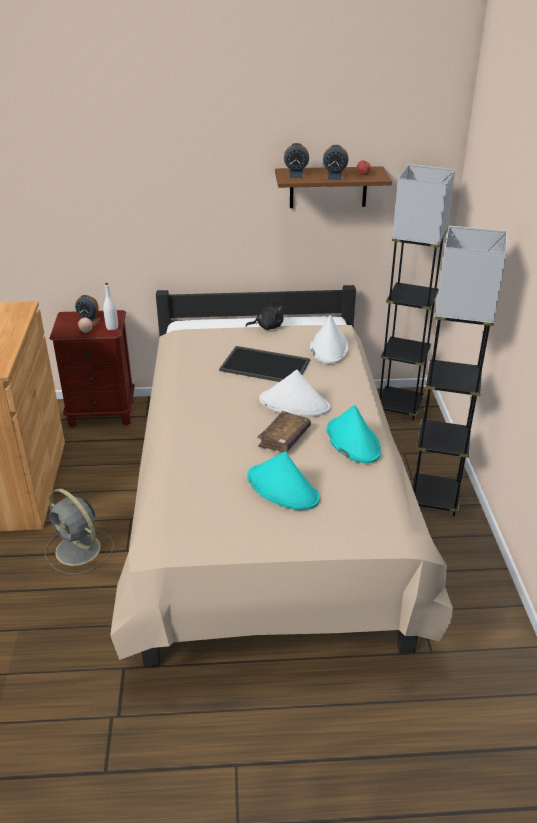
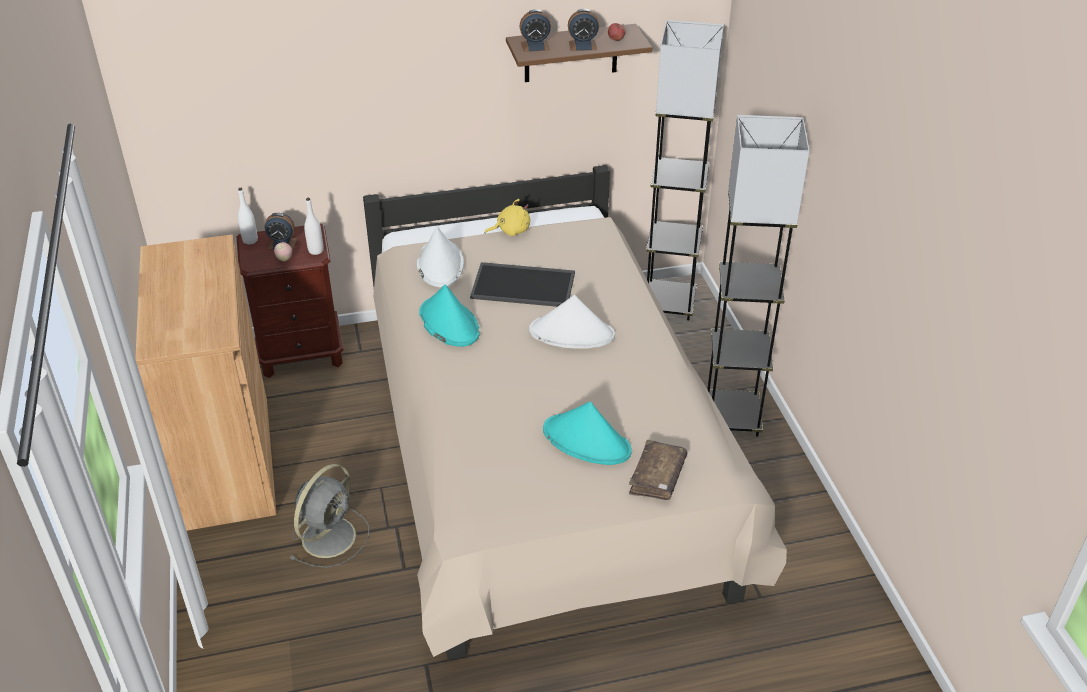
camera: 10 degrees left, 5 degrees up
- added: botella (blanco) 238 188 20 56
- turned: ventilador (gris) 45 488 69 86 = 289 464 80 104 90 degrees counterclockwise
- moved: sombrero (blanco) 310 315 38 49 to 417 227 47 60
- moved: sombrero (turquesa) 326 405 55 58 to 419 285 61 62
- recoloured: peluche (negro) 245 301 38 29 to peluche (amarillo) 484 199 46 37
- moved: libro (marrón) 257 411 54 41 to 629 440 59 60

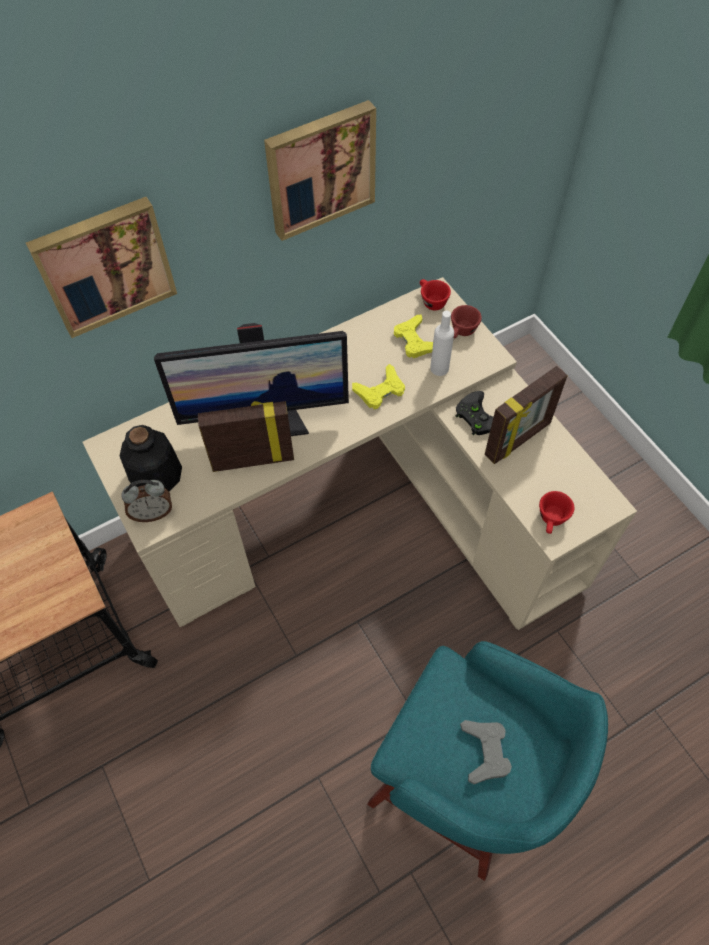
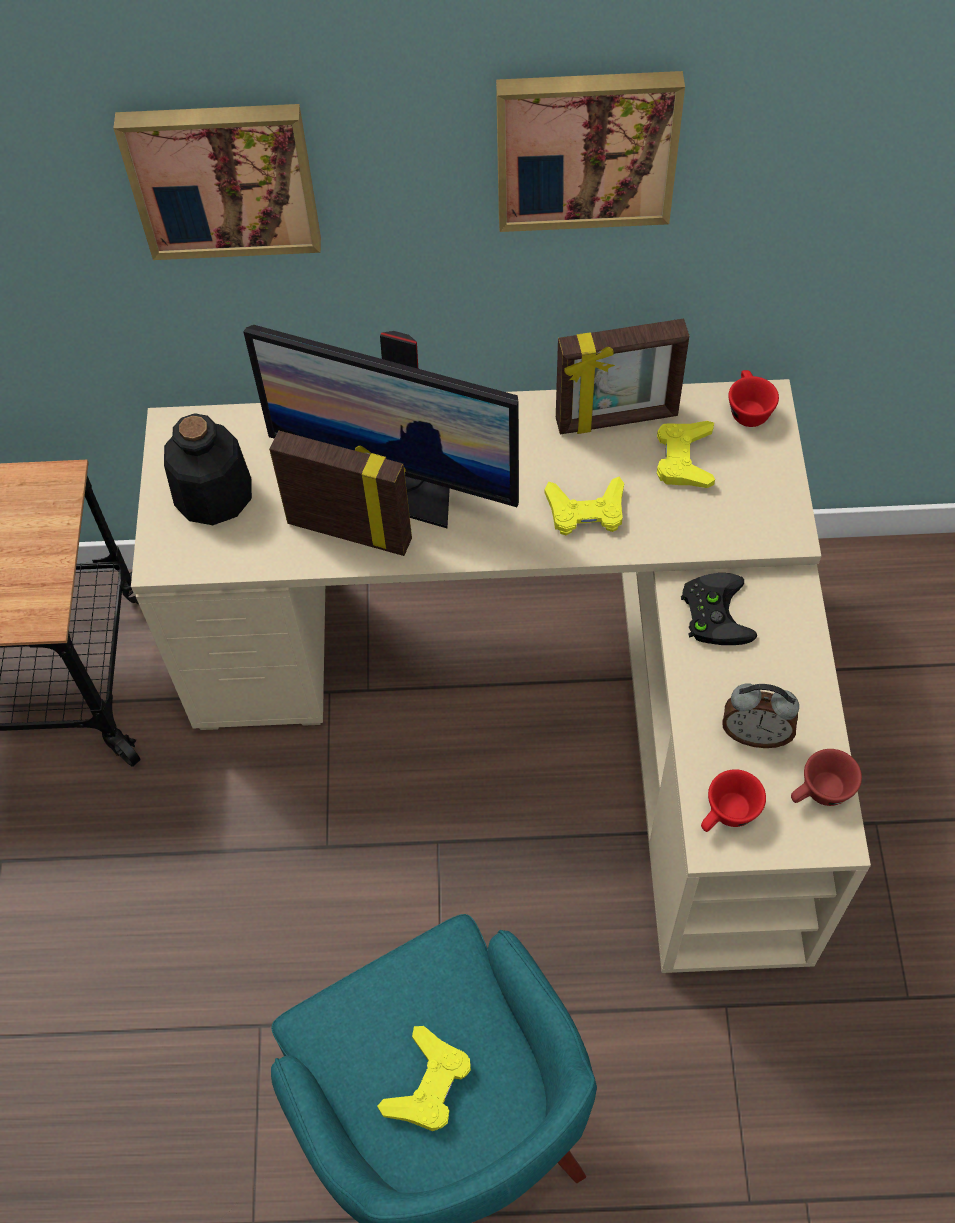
camera: 30 degrees right, 0 degrees up
- recoloured: mando de consola (gris) 460 720 52 64 to mando de consola (amarillo) 377 1026 94 105
- moved: portarretratos 485 366 83 98 to 556 319 133 115
- moved: despertador 121 480 51 42 to 722 683 77 65
- moved: taza (rojo) 451 305 31 34 to 791 749 71 57
- removed: botella (blanco) 430 311 24 65

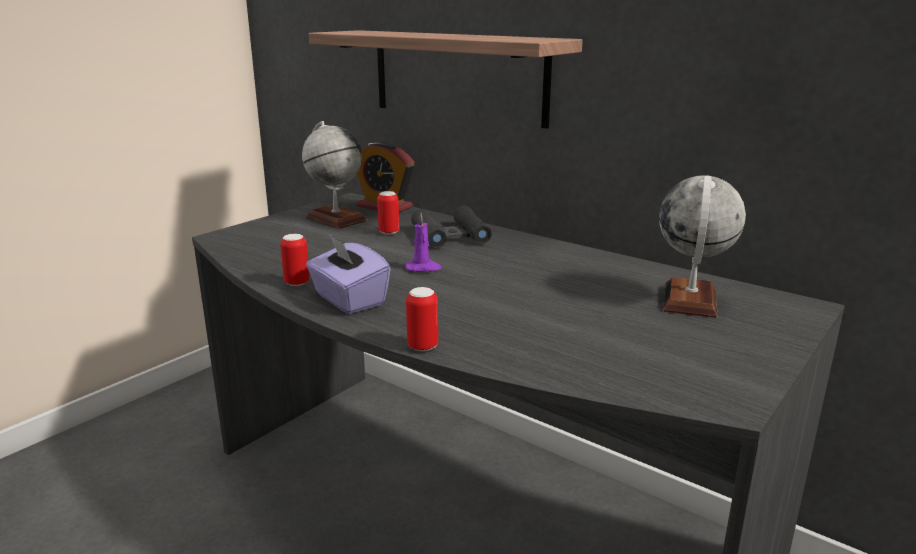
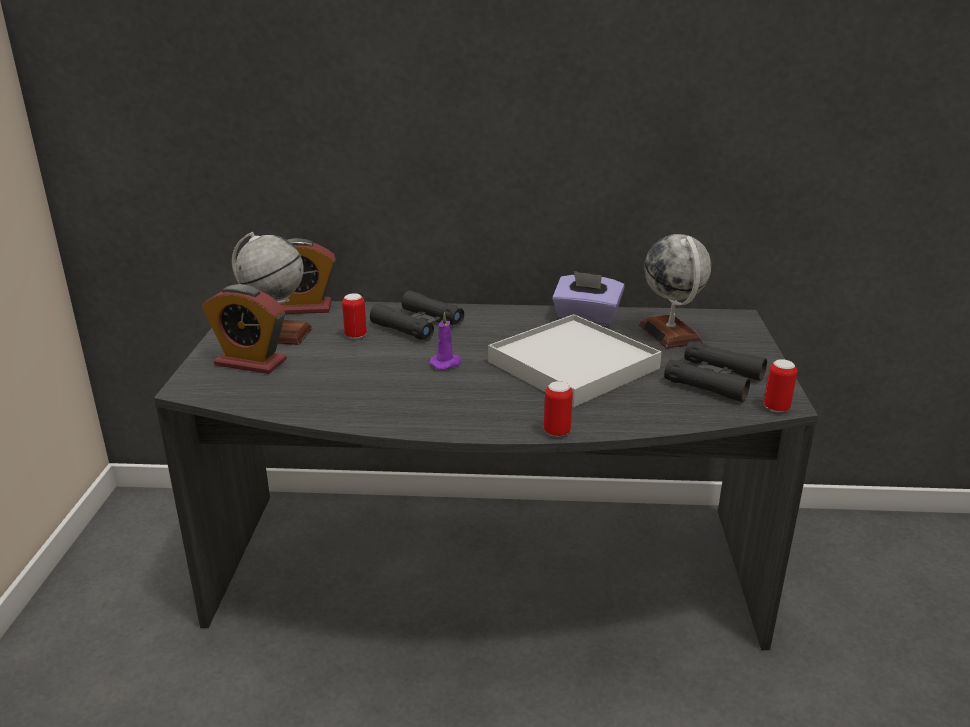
camera: 35 degrees left, 5 degrees up
- added: despertador 202 284 85 90
- added: bandeja (blanco) 488 314 174 93
- moved: caja de pañuelos (morado) 306 236 85 78 to 552 271 73 55
- added: prismáticos (negro) 664 341 103 61
- moved: lata 280 234 30 52 to 764 359 33 53
- removed: estante 309 30 274 99

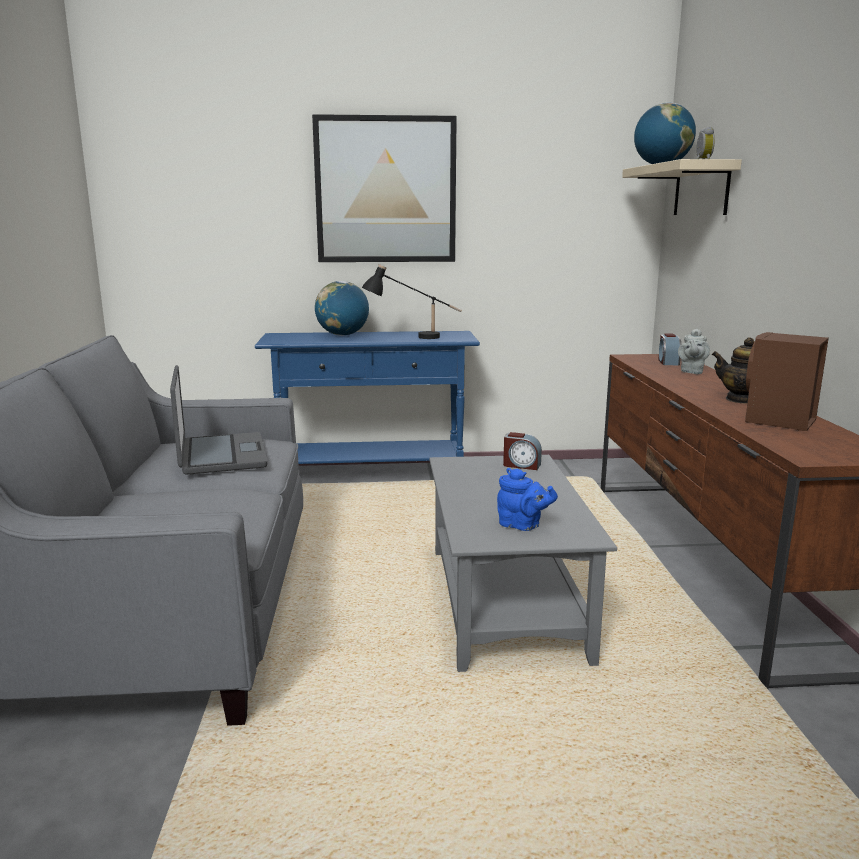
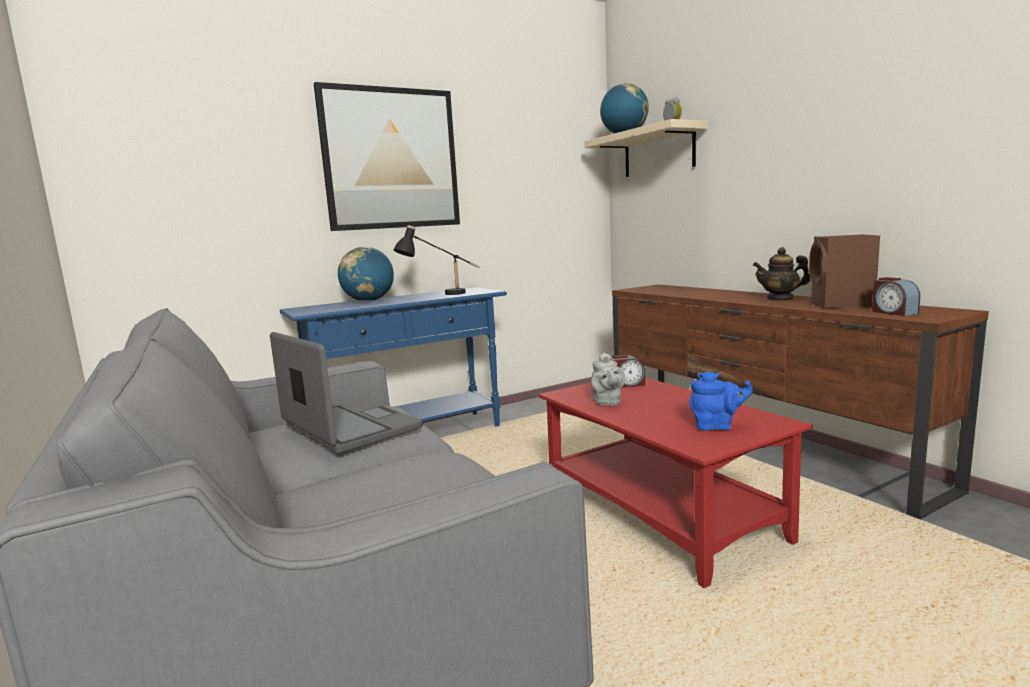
camera: 25 degrees left, 5 degrees down
- recoloured: mesa de centro (gris) 429 455 188 217 to mesa de centro (rojo) 539 377 274 211
- moved: tetera (gris) 678 328 32 46 to 591 352 34 53
- moved: despertador 658 333 23 33 to 872 277 48 39

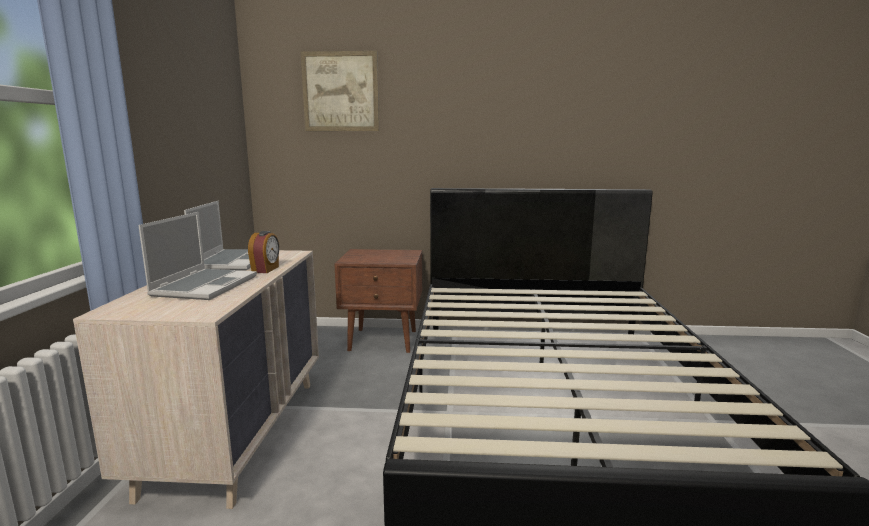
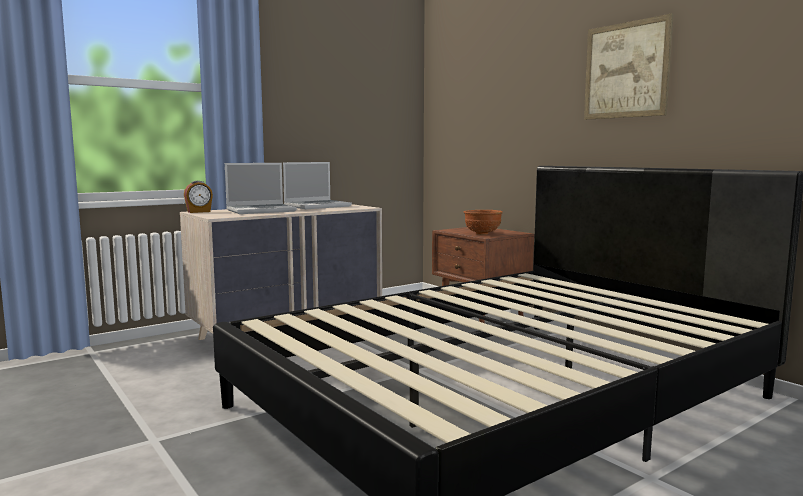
camera: 50 degrees right, 5 degrees down
- moved: despertador 248 231 31 42 to 184 181 29 32
- added: cuenco (marrón) 464 210 39 25
- moved: cuadro 301 51 78 80 to 584 14 89 106

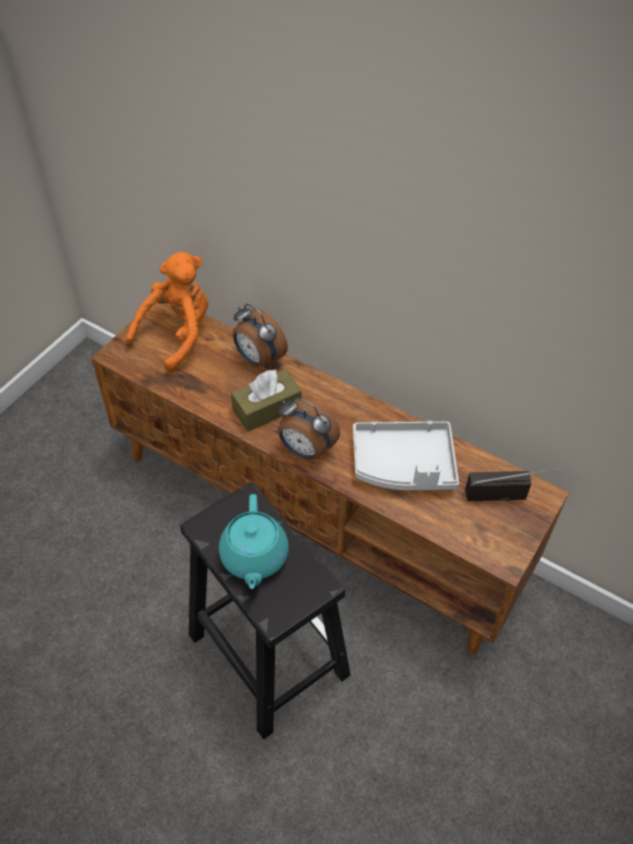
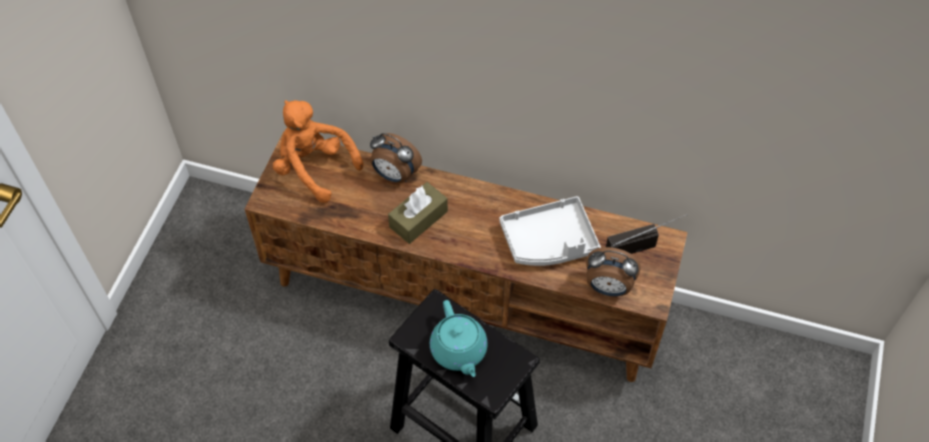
camera: 15 degrees left, 5 degrees up
- turned: peluche (naranja) 126 252 83 120 = 273 100 90 103 75 degrees counterclockwise
- moved: despertador 278 398 62 61 to 586 247 54 49

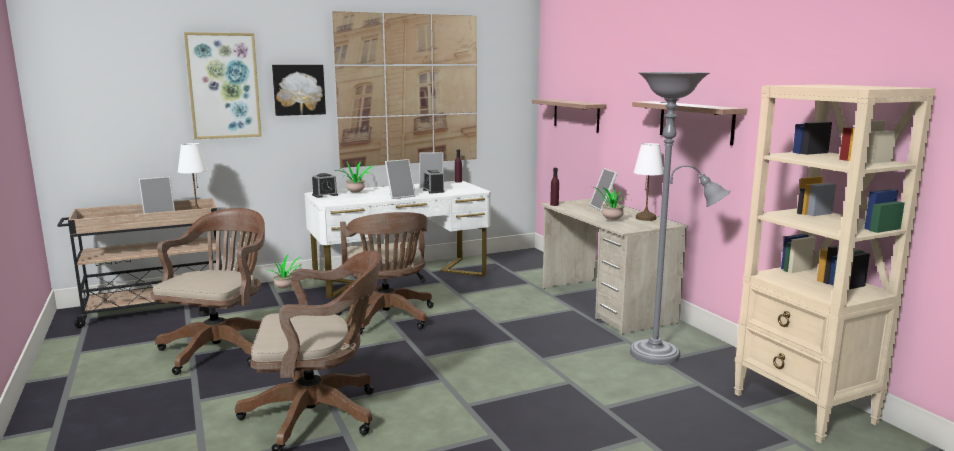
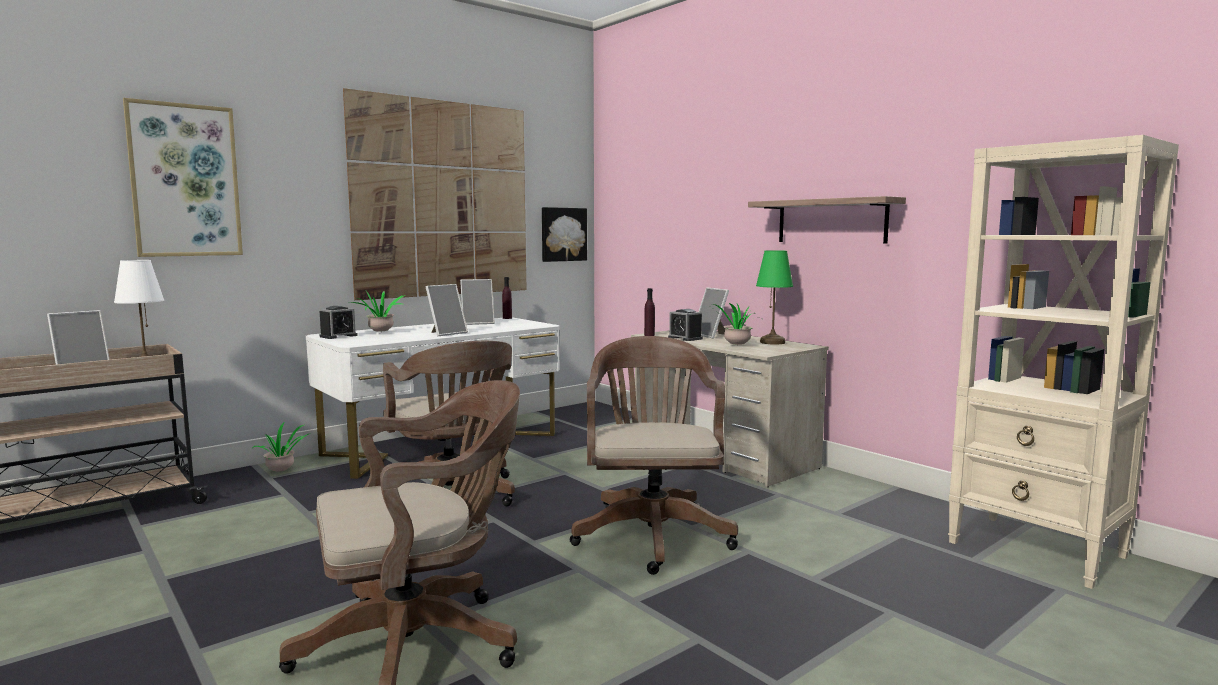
camera: 15 degrees left, 5 degrees down
- moved: cuadro 272 65 54 51 to 542 207 45 55
- moved: silla de oficina (marrón) 151 208 114 167 to 570 336 168 239
- moved: despertador 423 170 21 24 to 668 309 35 32
- recoloured: lámpara de mesa (blanco) 634 143 30 78 to lámpara de mesa (verde) 756 250 37 95
- removed: estante 532 99 74 34
- removed: lámpara de pie (gris) 630 72 101 293

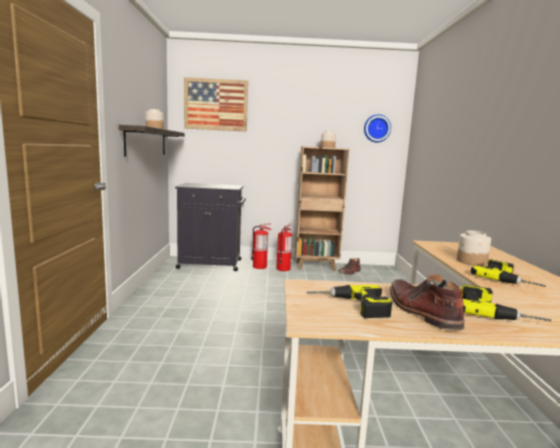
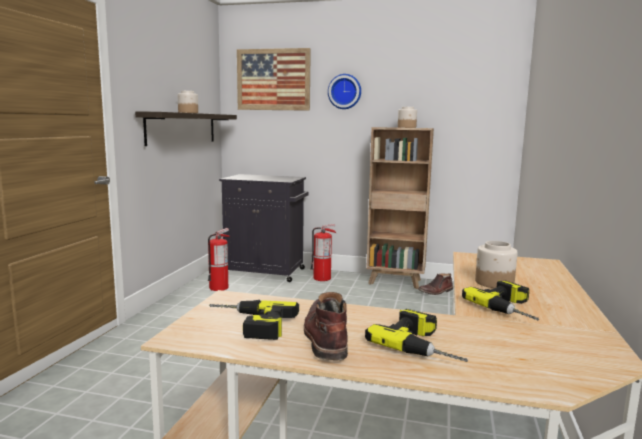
camera: 15 degrees right, 0 degrees up
- moved: extintor 276 223 16 48 to 208 228 22 63
- moved: reloj de pared 364 114 27 28 to 328 74 33 35

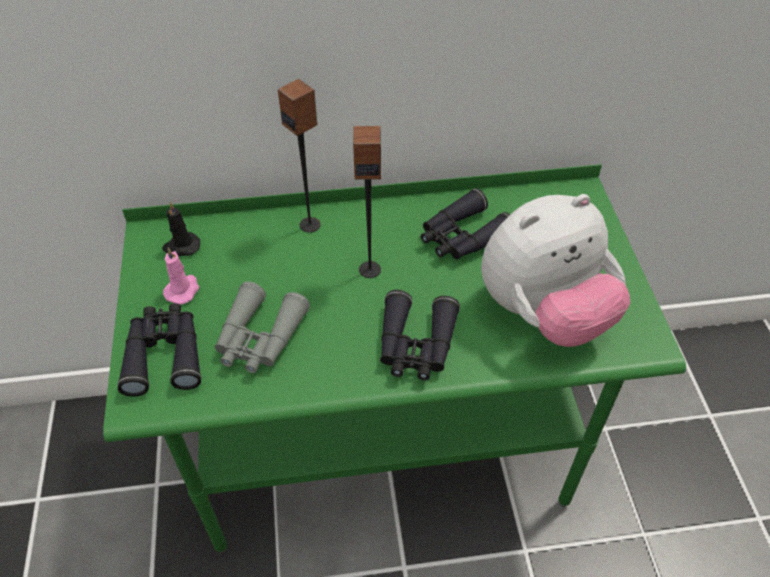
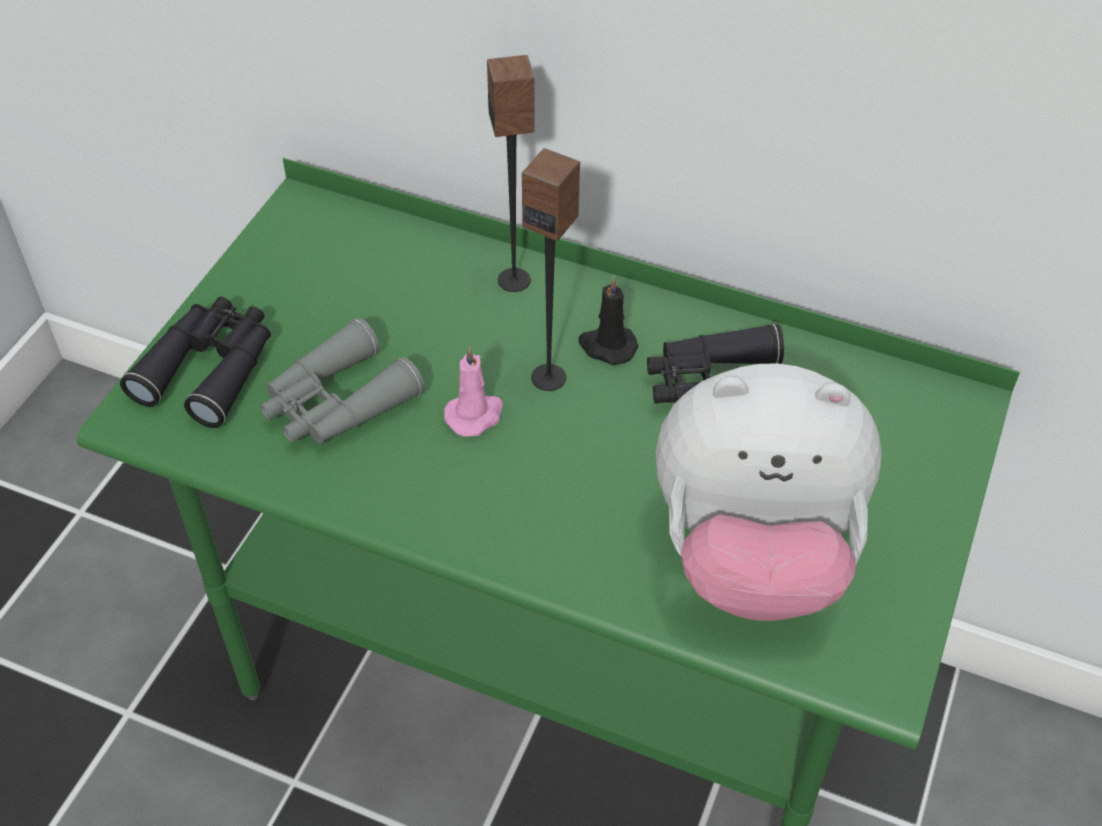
camera: 30 degrees right, 0 degrees up
- moved: vela (rosa) 163 247 36 57 to 444 346 59 90
- moved: vela (negro) 162 202 38 54 to 579 276 59 89
- removed: prismáticos (negro) 380 290 80 90

